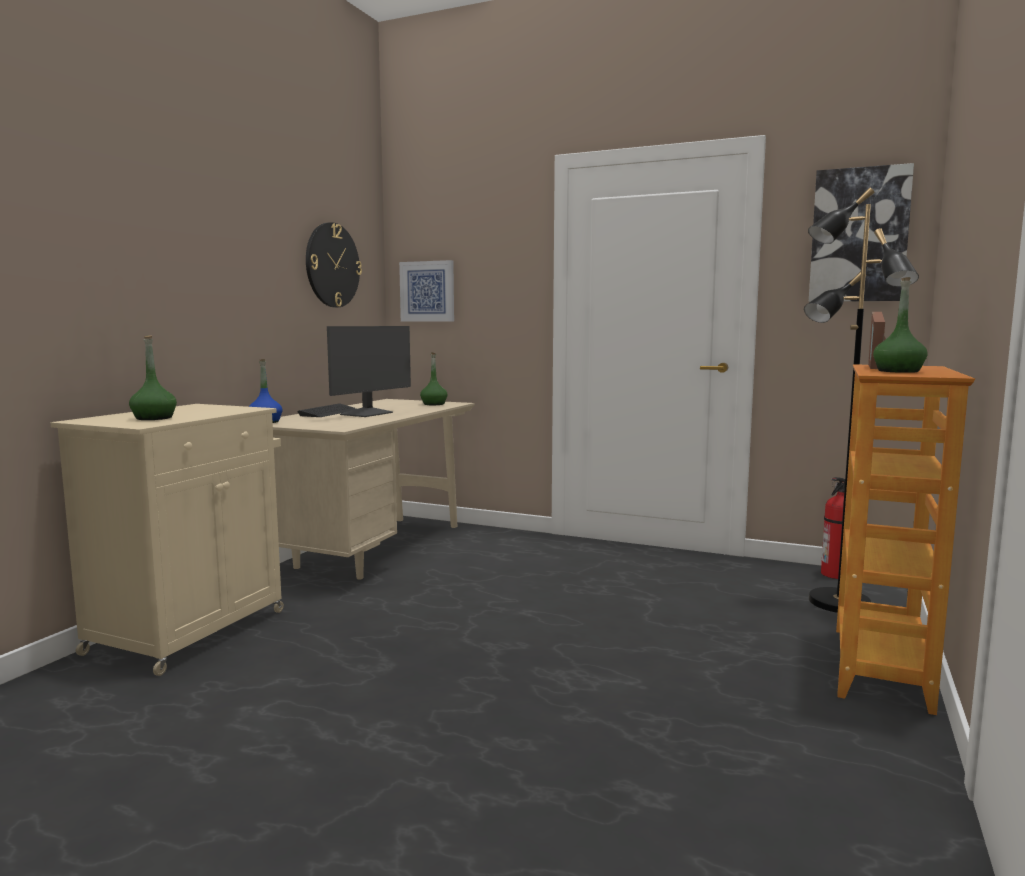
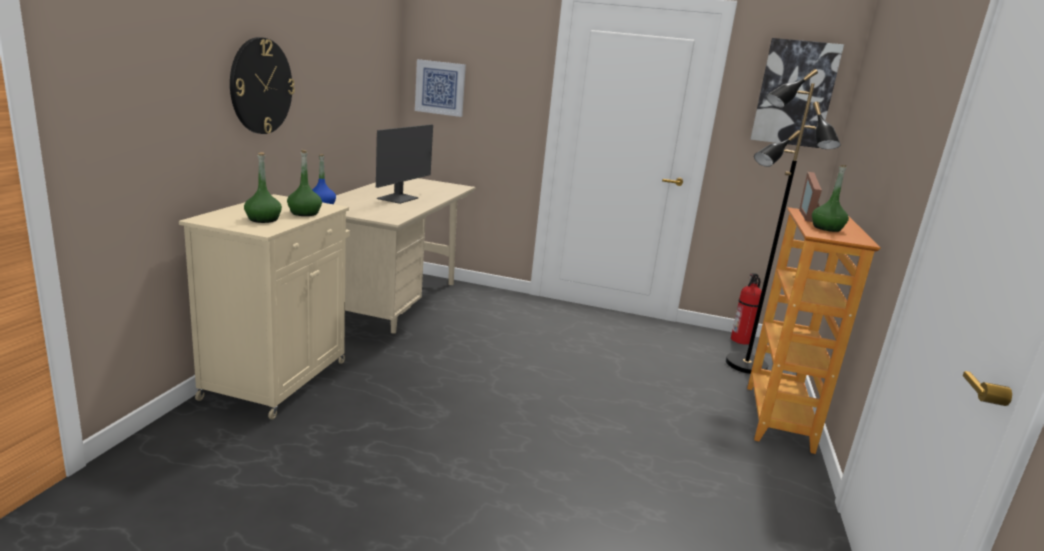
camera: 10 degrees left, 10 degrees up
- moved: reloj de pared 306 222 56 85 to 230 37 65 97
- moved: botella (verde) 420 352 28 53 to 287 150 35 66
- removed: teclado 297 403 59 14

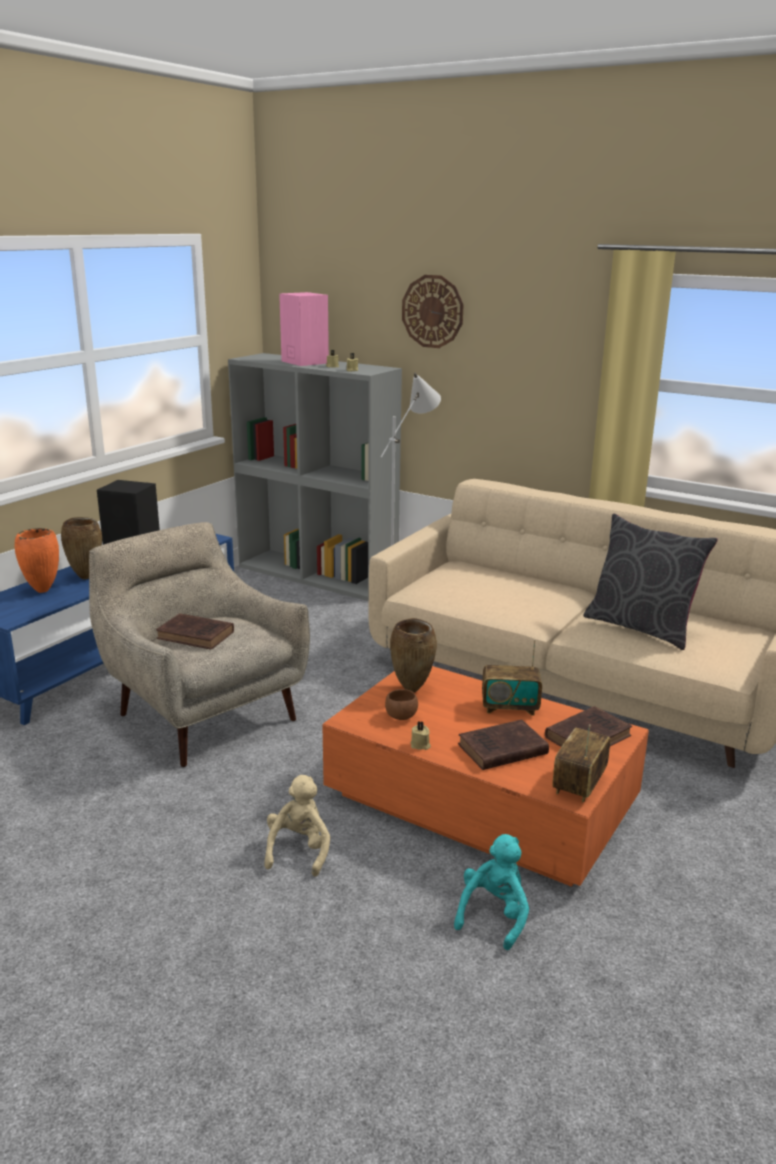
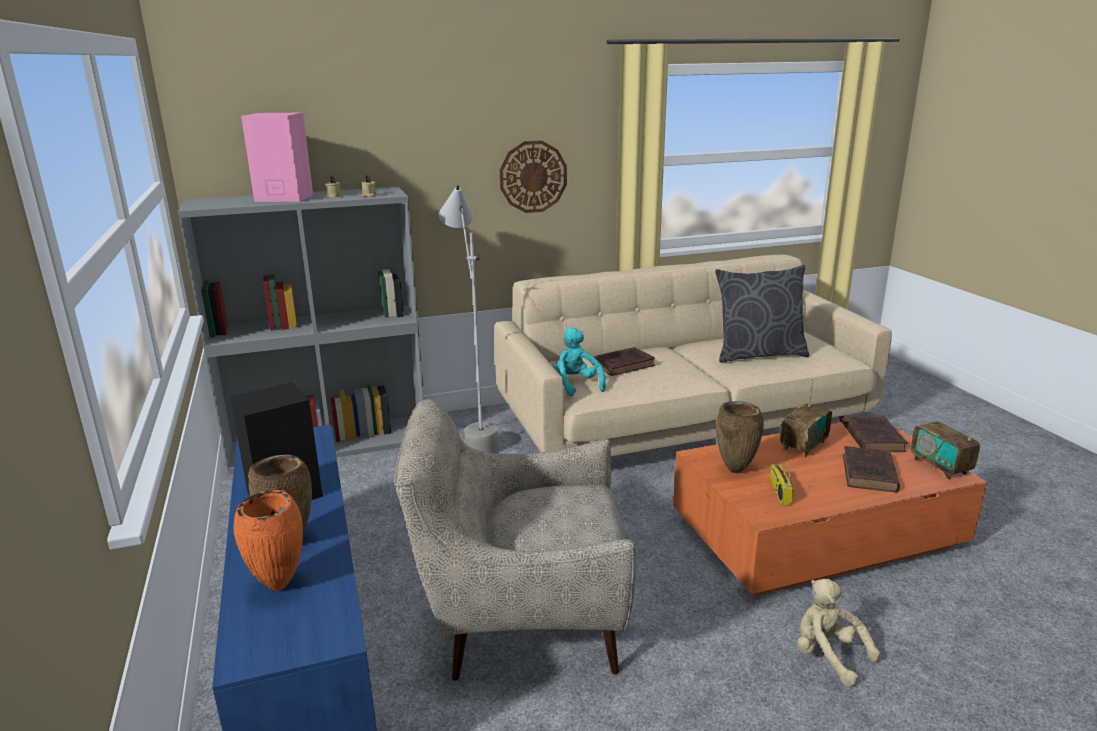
camera: 50 degrees left, 0 degrees up
- moved: reloj de pared 402 275 62 73 to 500 141 67 72
- moved: peluche (turquesa) 454 834 75 116 to 551 327 55 70
- moved: libro (marrón) 156 613 78 37 to 592 347 63 29
- replaced: cuenco (marrón) 385 689 33 31 to radio 770 442 23 63
- removed: vela (beis) 411 721 20 29

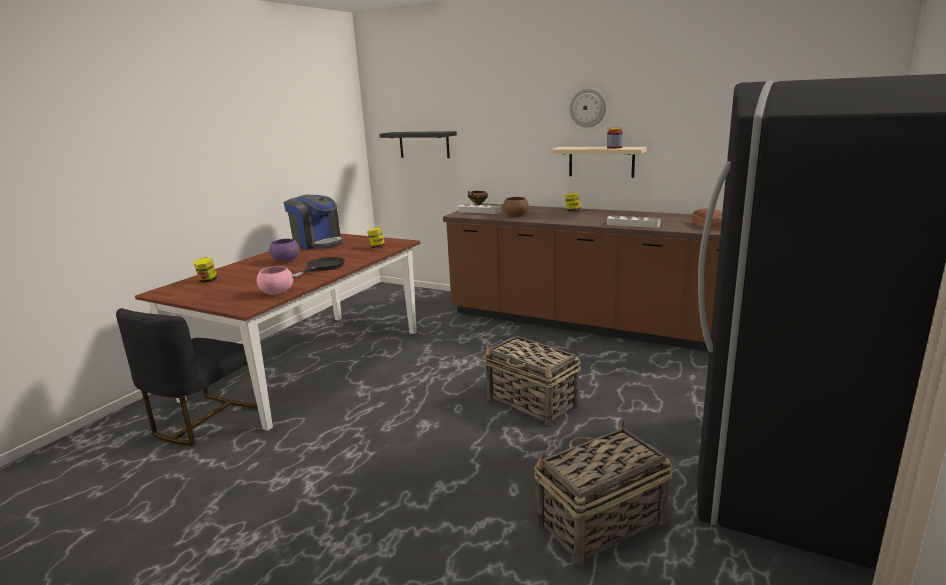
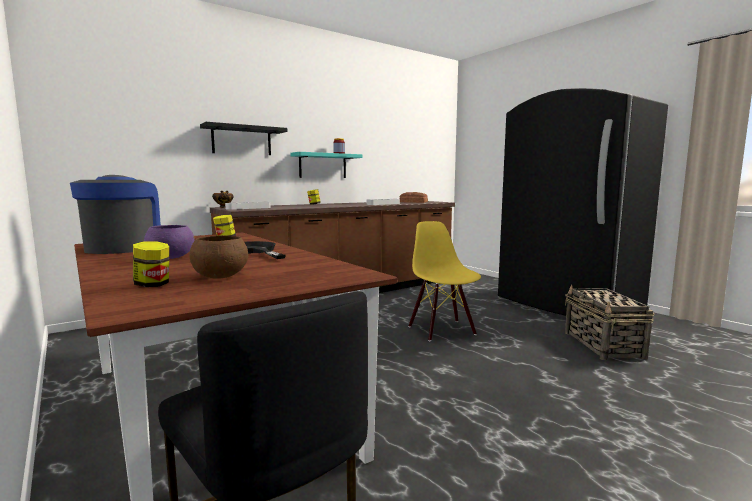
camera: 65 degrees left, 10 degrees down
- turned: cafetera 284 194 60 55 = 70 175 91 79 75 degrees counterclockwise
- moved: cuenco (marrón) 503 197 26 20 to 189 235 59 44
- moved: estante (negro) 379 131 78 27 to 200 122 87 33
- recoloured: estante (beis) 551 147 96 31 to estante (turquesa) 290 152 73 26
- replaced: cesta 483 336 98 89 to silla (amarillo) 409 221 72 120
- removed: cuenco (rosa) 257 266 37 29
- removed: reloj de pared 570 88 36 40

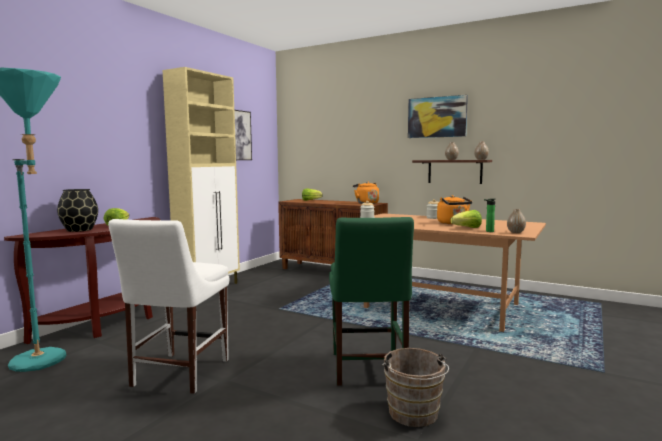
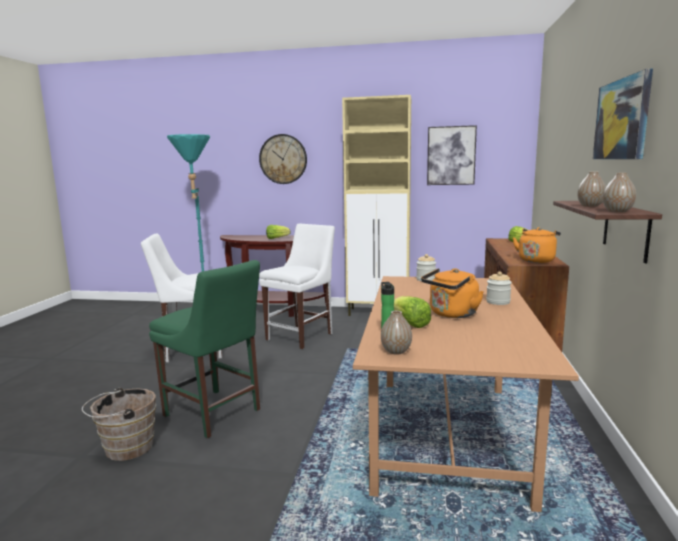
camera: 70 degrees right, 5 degrees up
- turned: silla (verde) 329 217 85 169 = 149 260 111 178 120 degrees counterclockwise
- added: reloj de pared 259 134 48 50
- added: silla (blanco) 259 223 76 126
- removed: florero (negro) 57 189 41 43

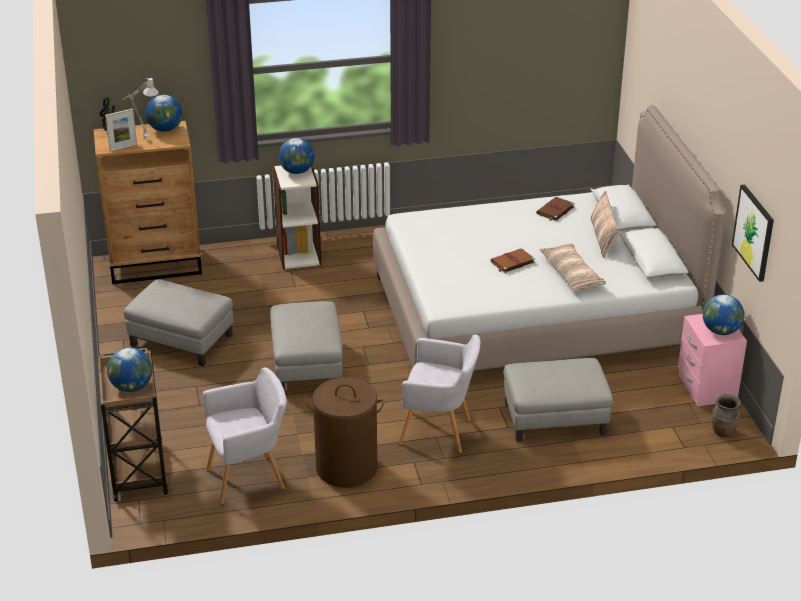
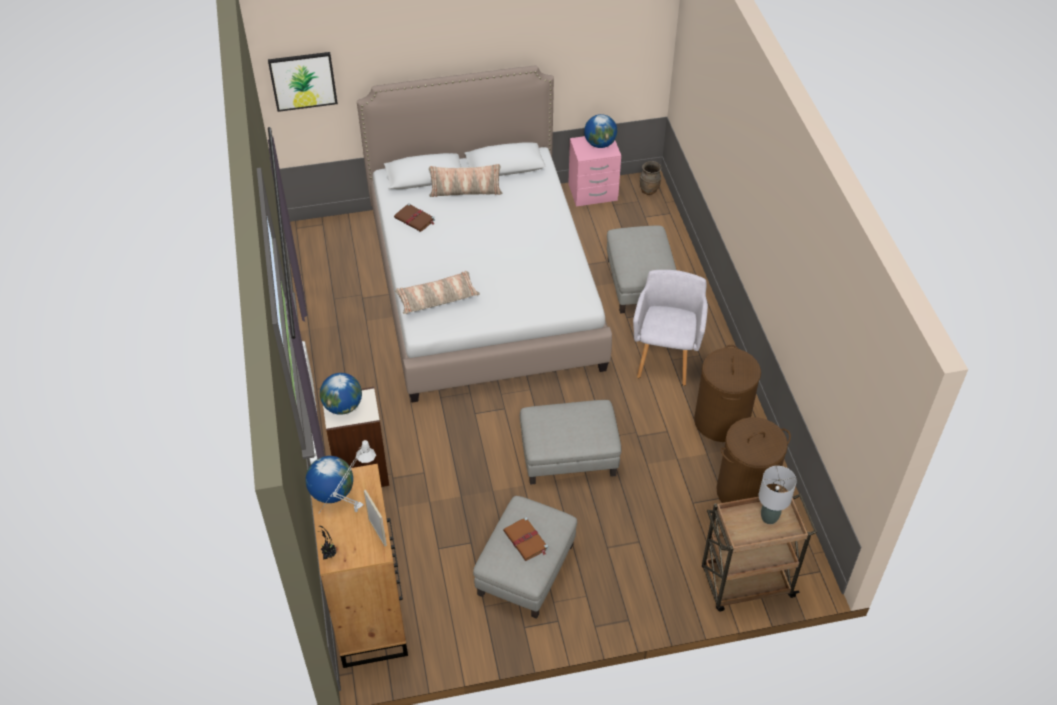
camera: 90 degrees left, 15 degrees up
- moved: cuadro 732 184 42 98 to 268 52 70 60
- moved: cojín 540 244 66 47 to 395 271 85 43
- moved: libro (marrón) 491 249 44 24 to 503 517 45 44
- replaced: sillón (gris) 203 367 84 138 to cesto de la ropa (marrón) 716 417 75 86
- replaced: globo terráqueo 107 347 45 45 to lámpara de mesa (gris) 759 466 38 58

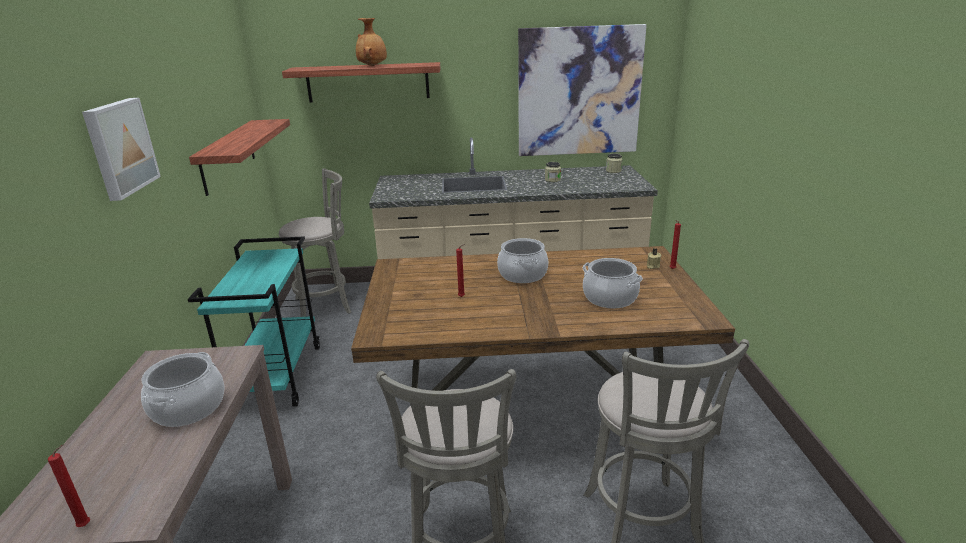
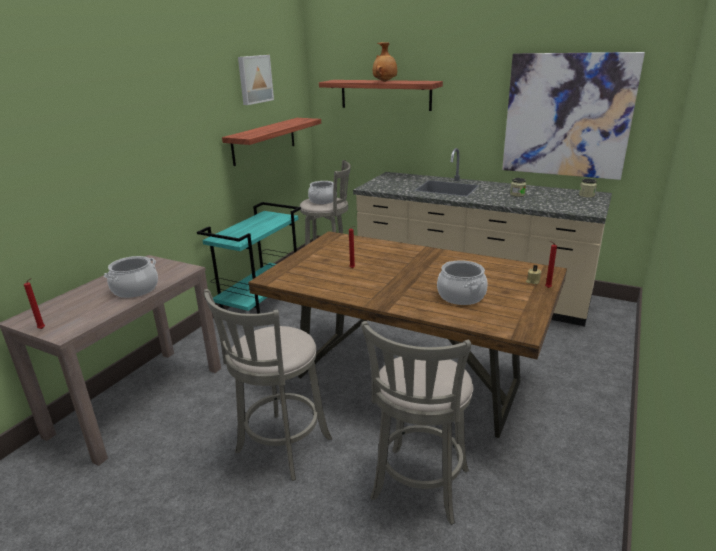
camera: 30 degrees right, 0 degrees up
- moved: cuadro 82 98 79 103 to 238 55 36 50
- moved: olla 497 238 51 45 to 308 181 26 23

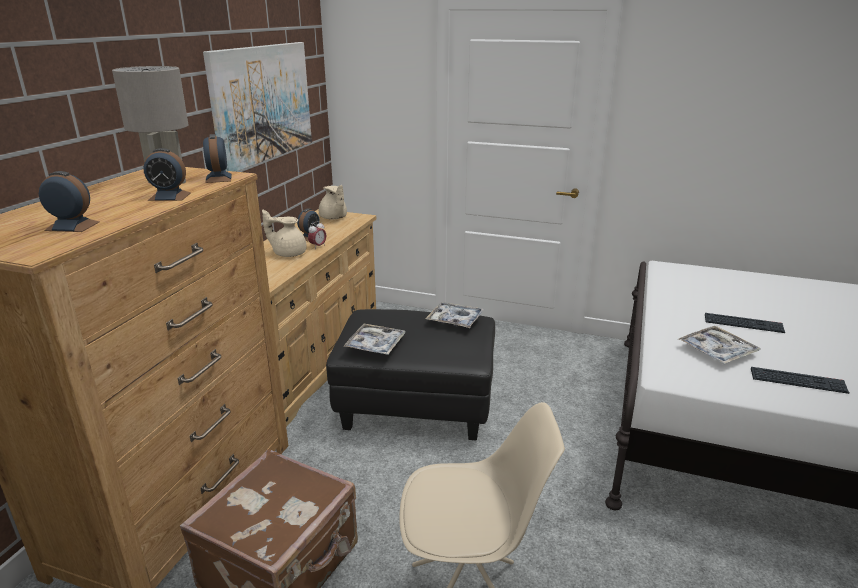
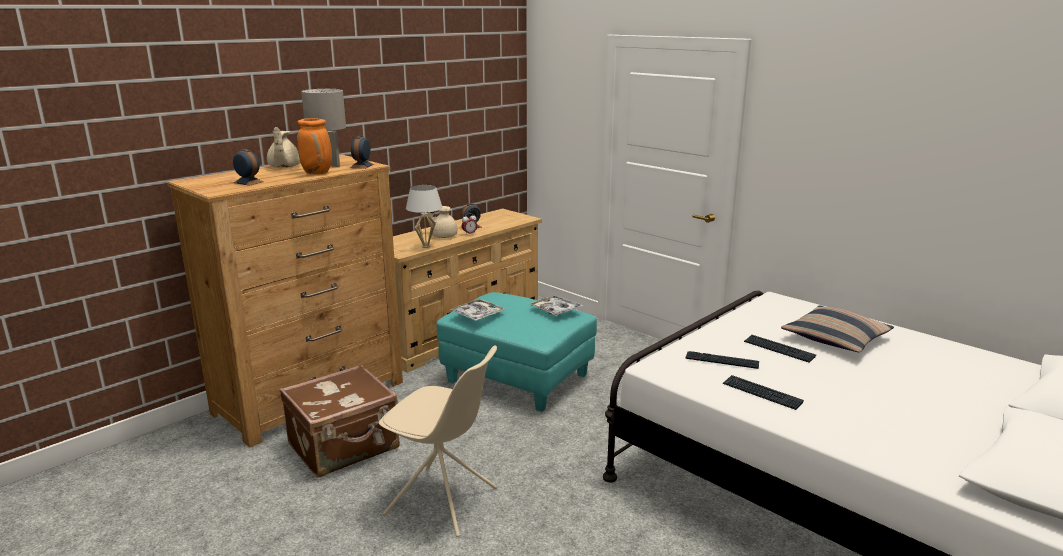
camera: 25 degrees right, 5 degrees down
- moved: tetera (beis) 319 185 28 34 to 267 127 33 41
- replaced: despertador 143 148 48 53 to florero (naranja) 297 118 35 56
- added: lámpara de mesa (blanco) 406 185 37 63
- recoloured: puf (negro) 326 309 169 132 to puf (turquesa) 436 292 161 120
- replaced: bandeja 678 326 83 38 to teclado 685 351 74 18
- added: cojín 781 306 113 46
- removed: cuadro 203 42 109 130

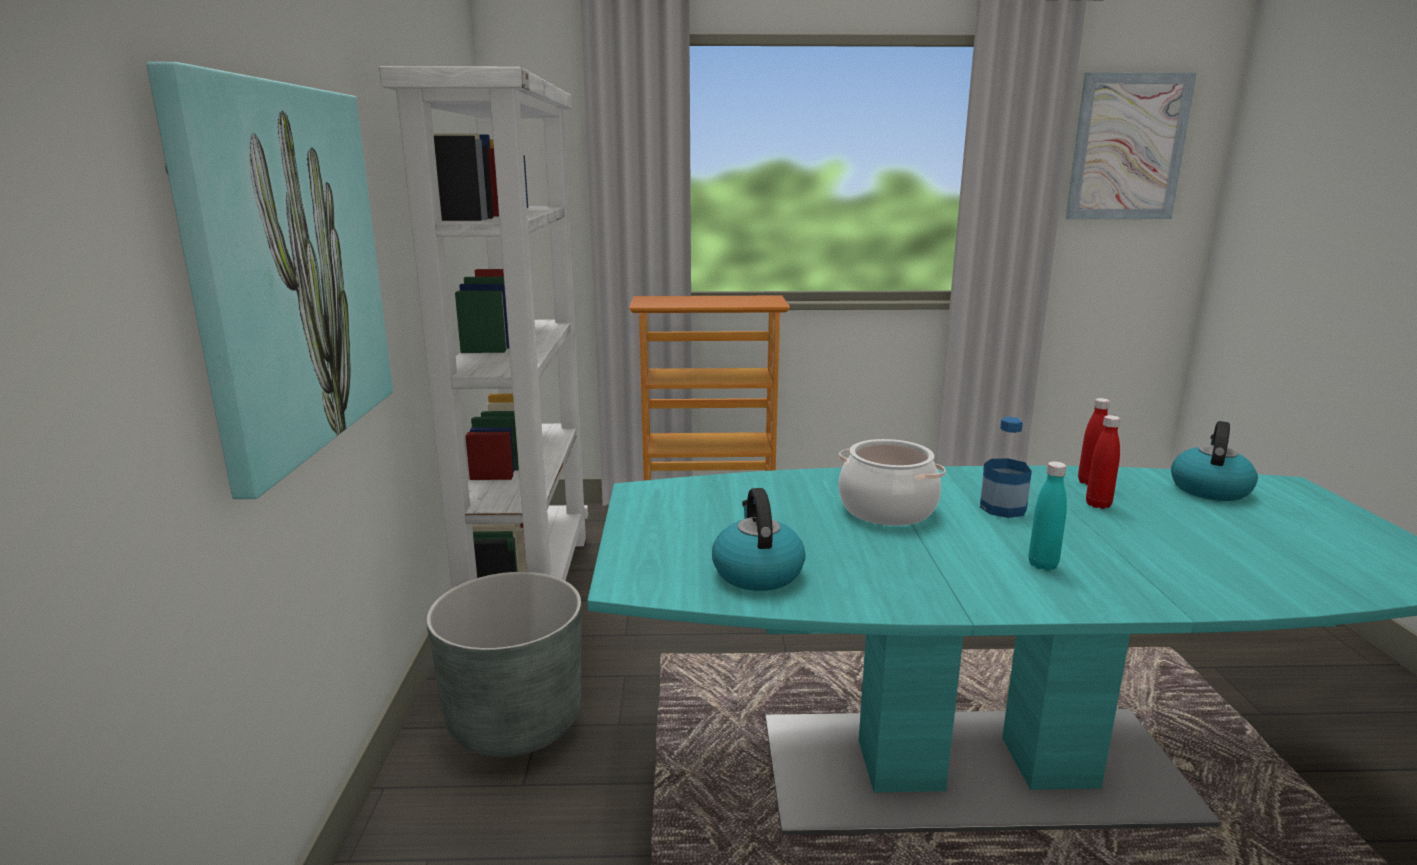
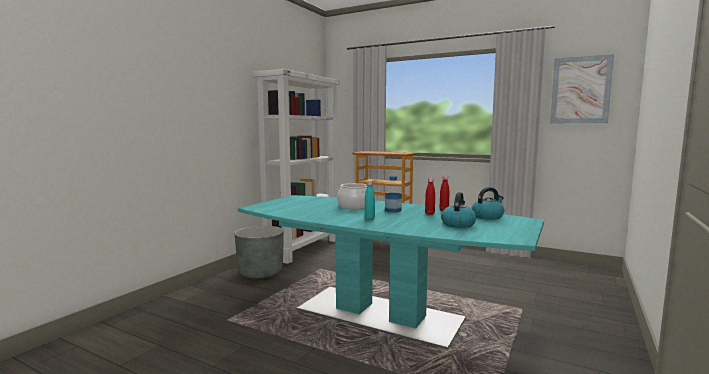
camera: 30 degrees right, 10 degrees down
- moved: hervidor 712 488 94 103 to 441 192 35 36
- removed: cuadro 146 62 247 437

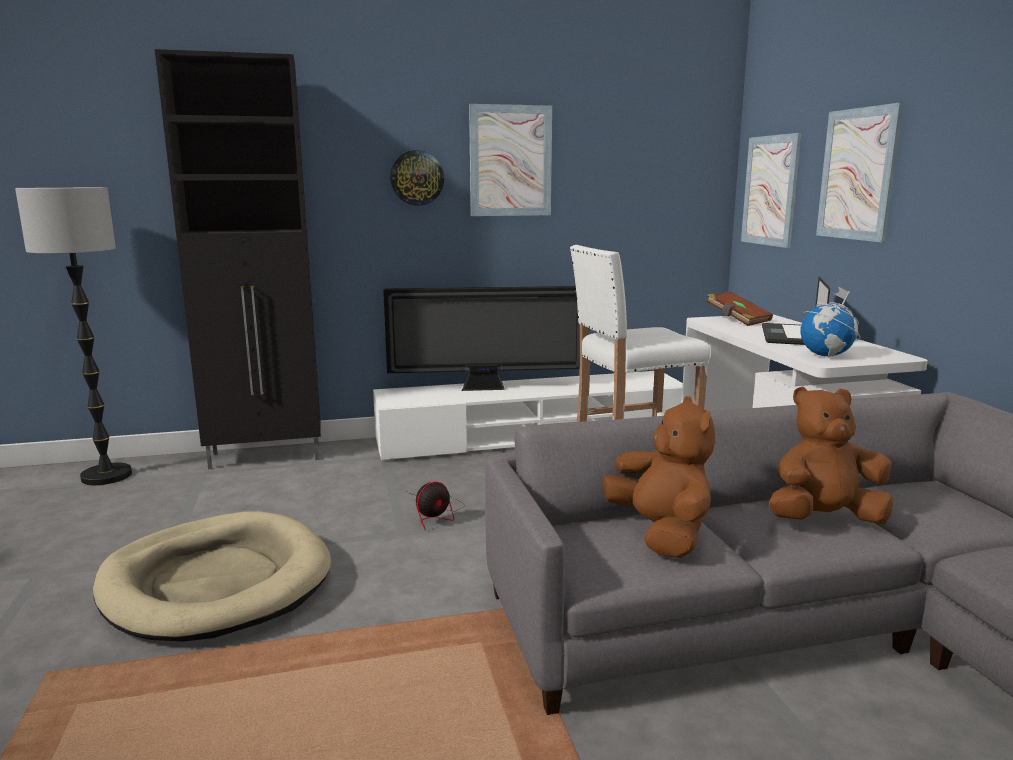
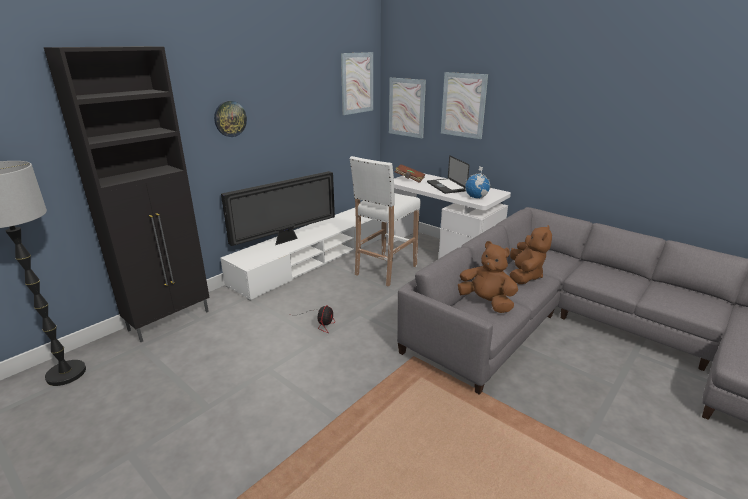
camera: 35 degrees left, 10 degrees up
- moved: cuadro 469 104 83 112 to 341 52 32 63
- turned: peluche (marrón) 769 386 124 138 = 510 225 42 59 150 degrees clockwise
- removed: cama para perro (beis) 93 511 238 131

